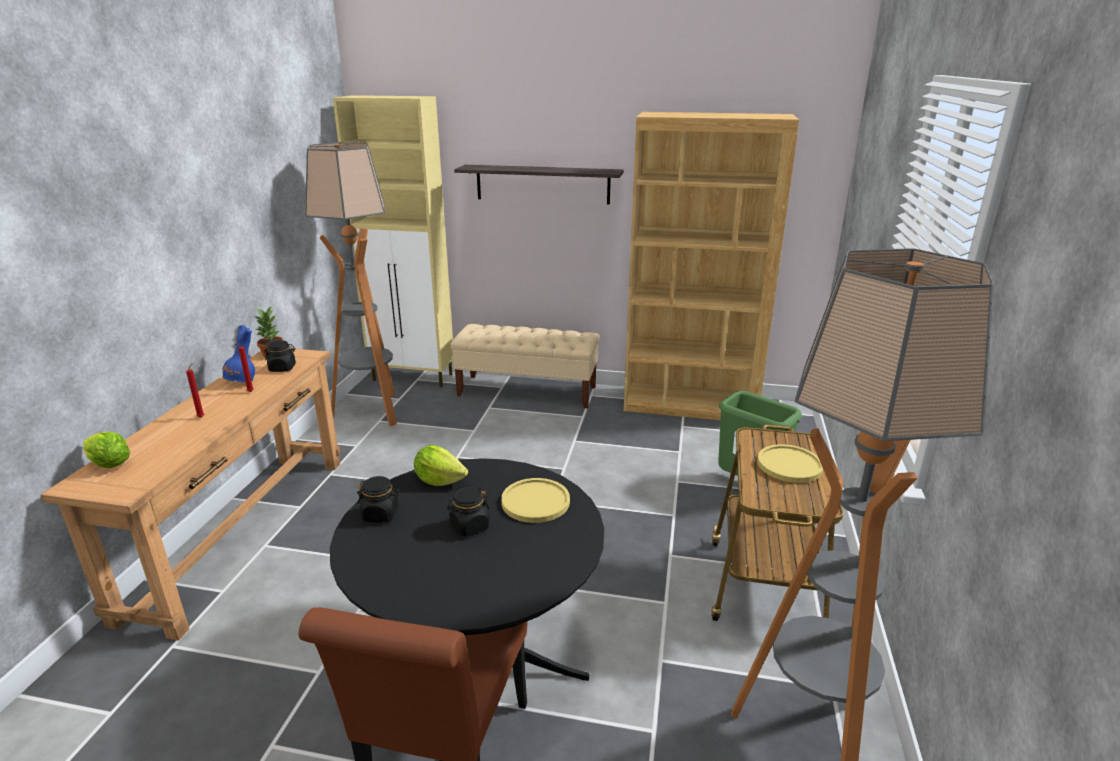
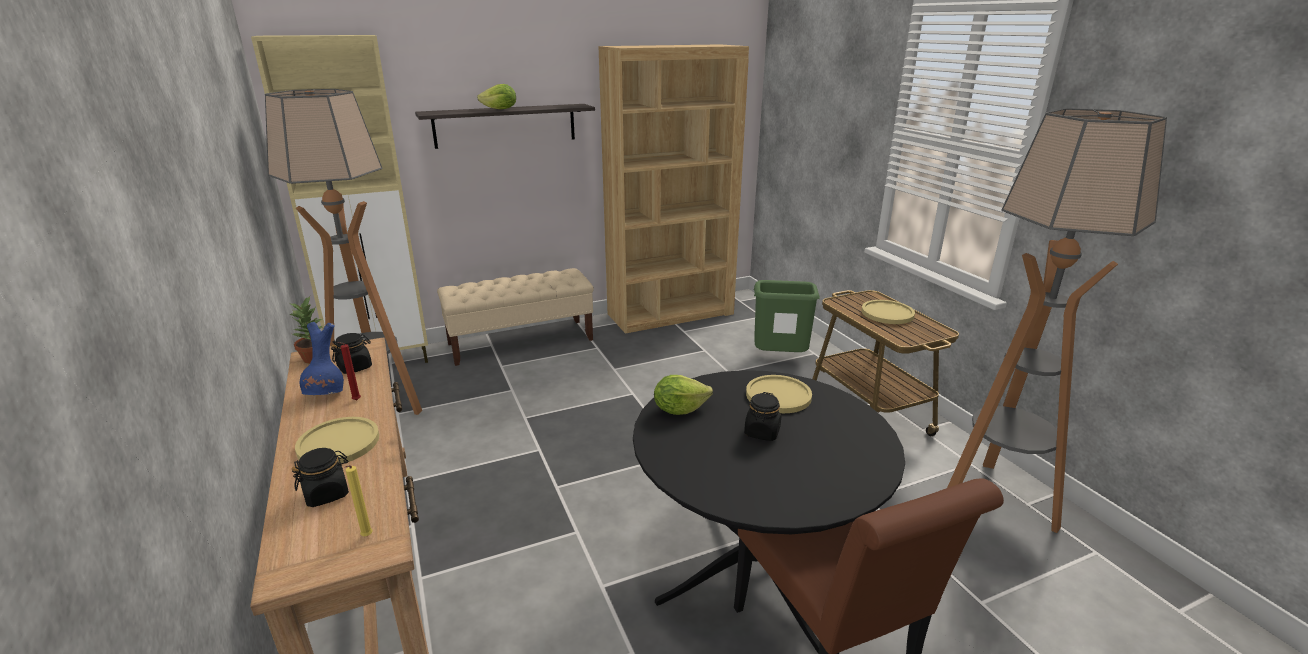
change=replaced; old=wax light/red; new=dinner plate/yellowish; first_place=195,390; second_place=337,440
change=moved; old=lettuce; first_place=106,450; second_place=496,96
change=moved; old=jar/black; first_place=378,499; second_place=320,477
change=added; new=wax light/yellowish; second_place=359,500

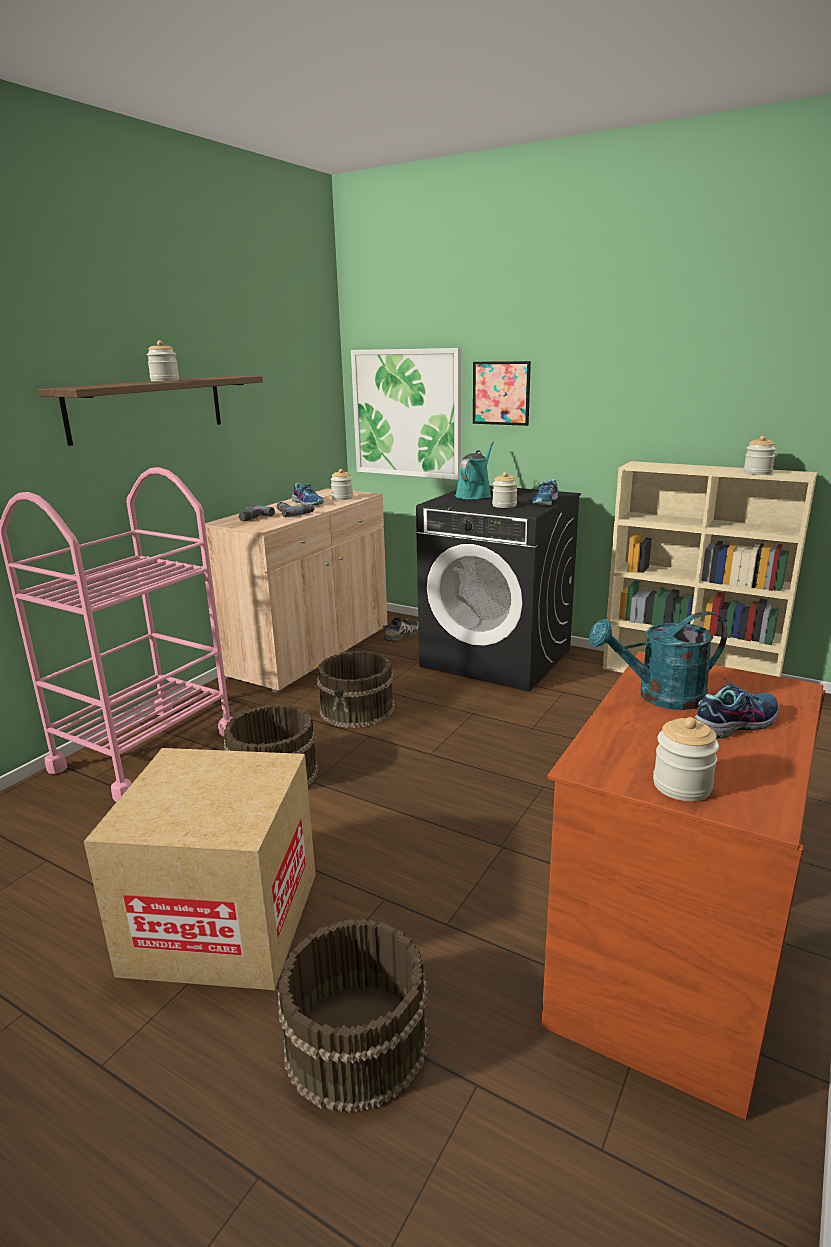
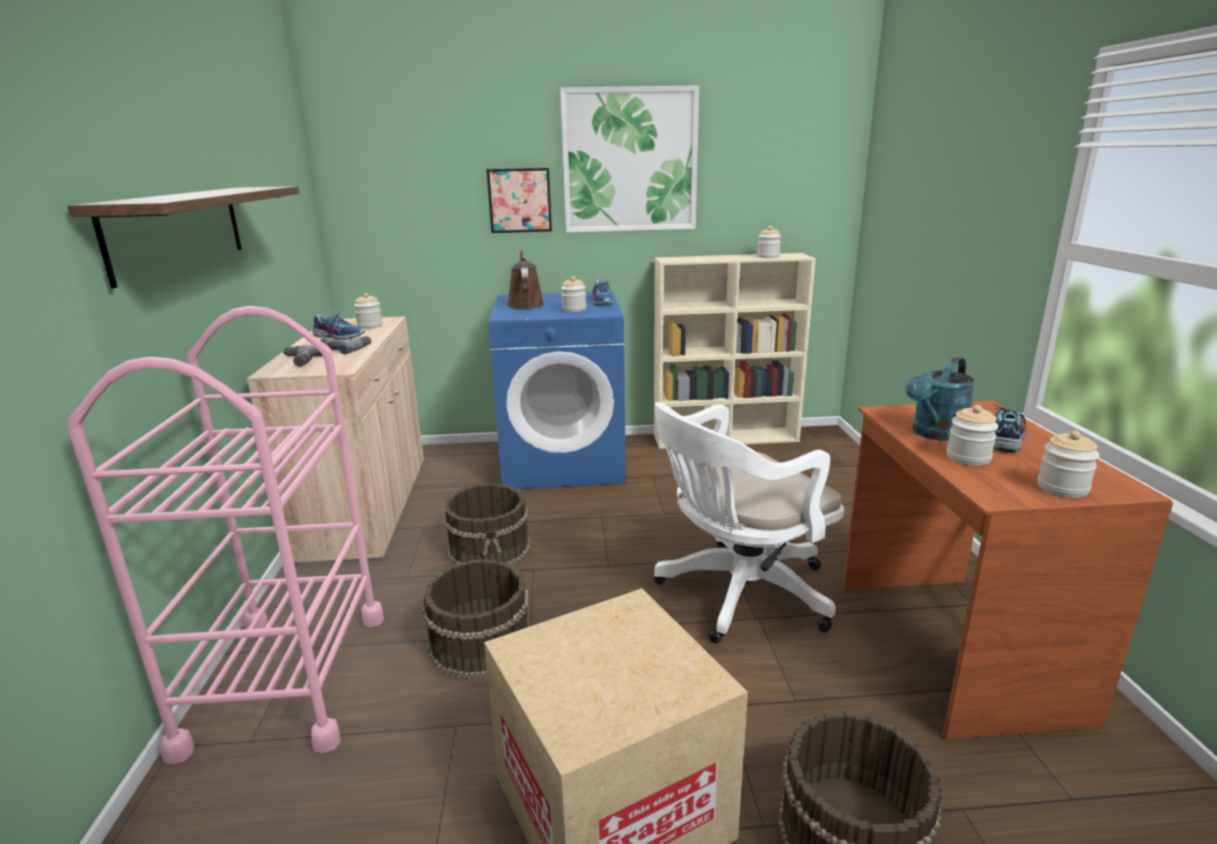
change=moved; old=jar; first_place=163,361; second_place=972,435
change=moved; old=wall picture; first_place=406,414; second_place=629,159
change=recoloured; old=sprinkling can/turquoise-coloured; new=sprinkling can/brown; first_place=474,470; second_place=525,279
change=recoloured; old=washing machine/black; new=washing machine/bluish; first_place=498,588; second_place=557,390
change=removed; old=low shoe; first_place=401,629
change=added; new=desk chair/whitish; second_place=749,522

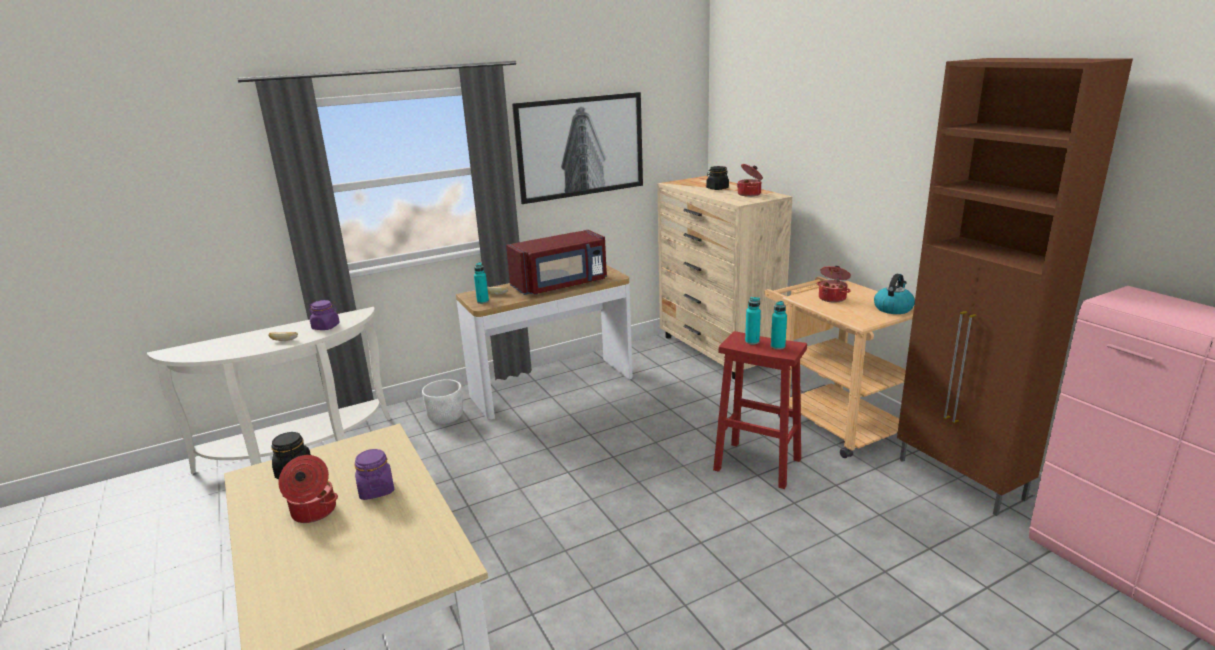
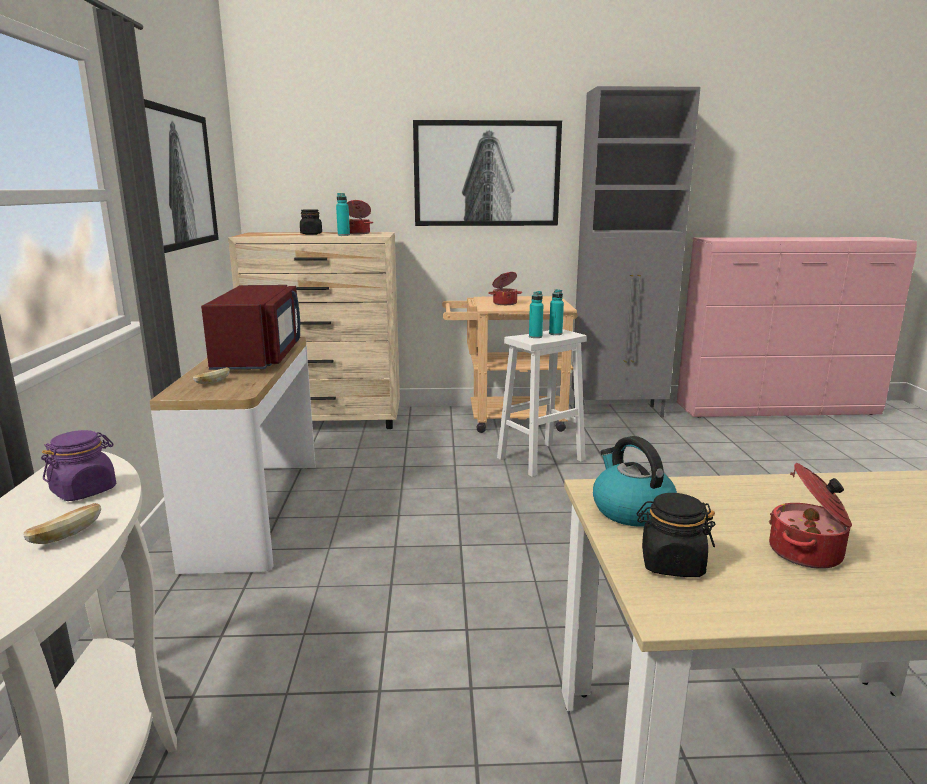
change=recoloured; old=cabinet/brown; new=cabinet/gray; first_place=1015,287; second_place=636,252
change=moved; old=bottle/turquoise-coloured; first_place=481,283; second_place=343,214
change=moved; old=water kettle; first_place=894,294; second_place=635,481
change=recoloured; old=stool/red; new=stool/whitish; first_place=760,410; second_place=542,403
change=removed; old=plant pot/whitish; first_place=442,401
change=removed; old=jar/purple; first_place=374,474
change=added; new=wall picture; second_place=487,173

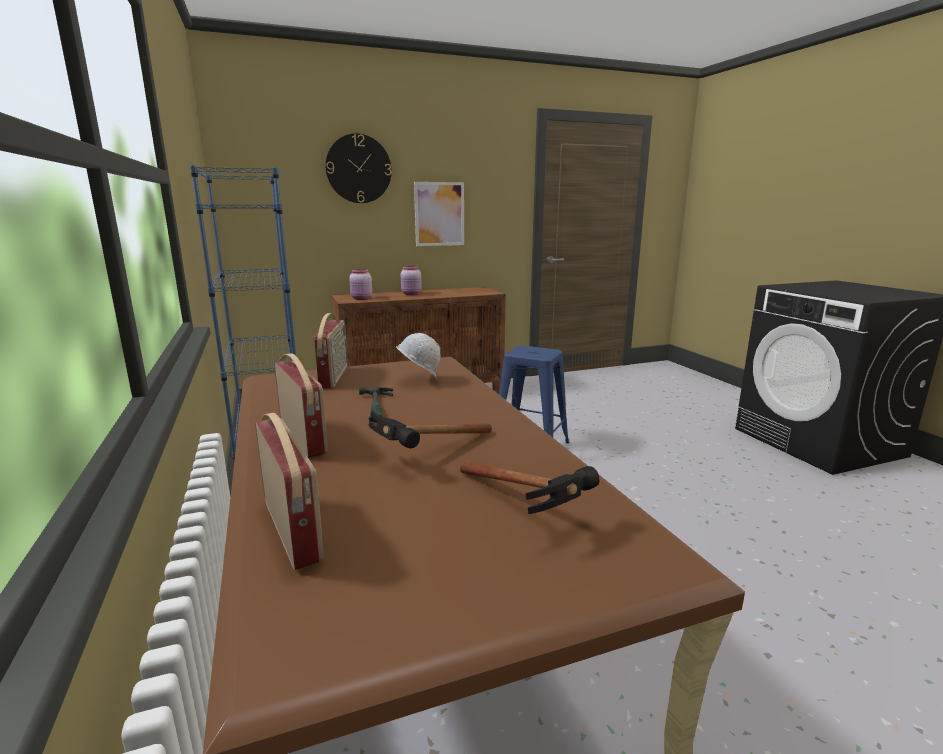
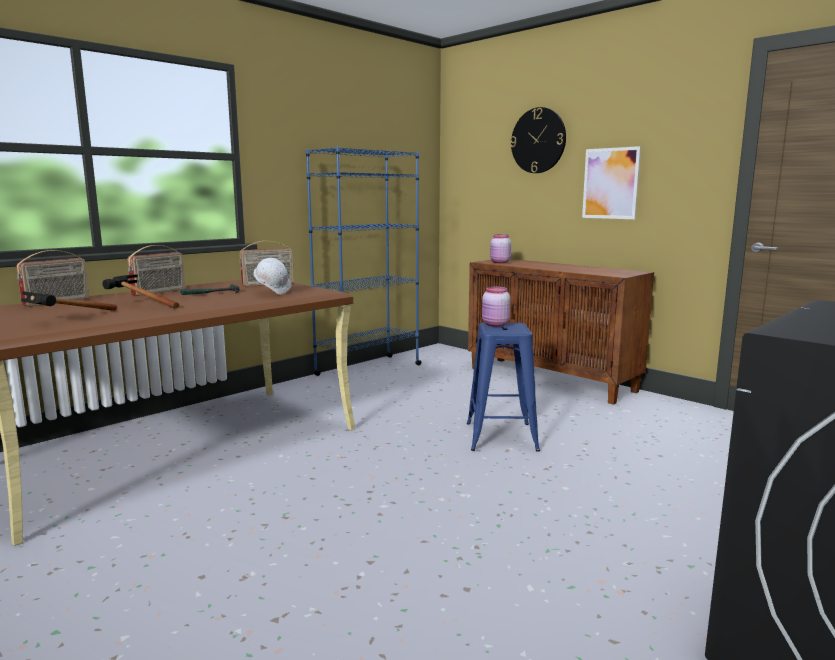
change=moved; old=jar/pink-coloured; first_place=411,280; second_place=496,306

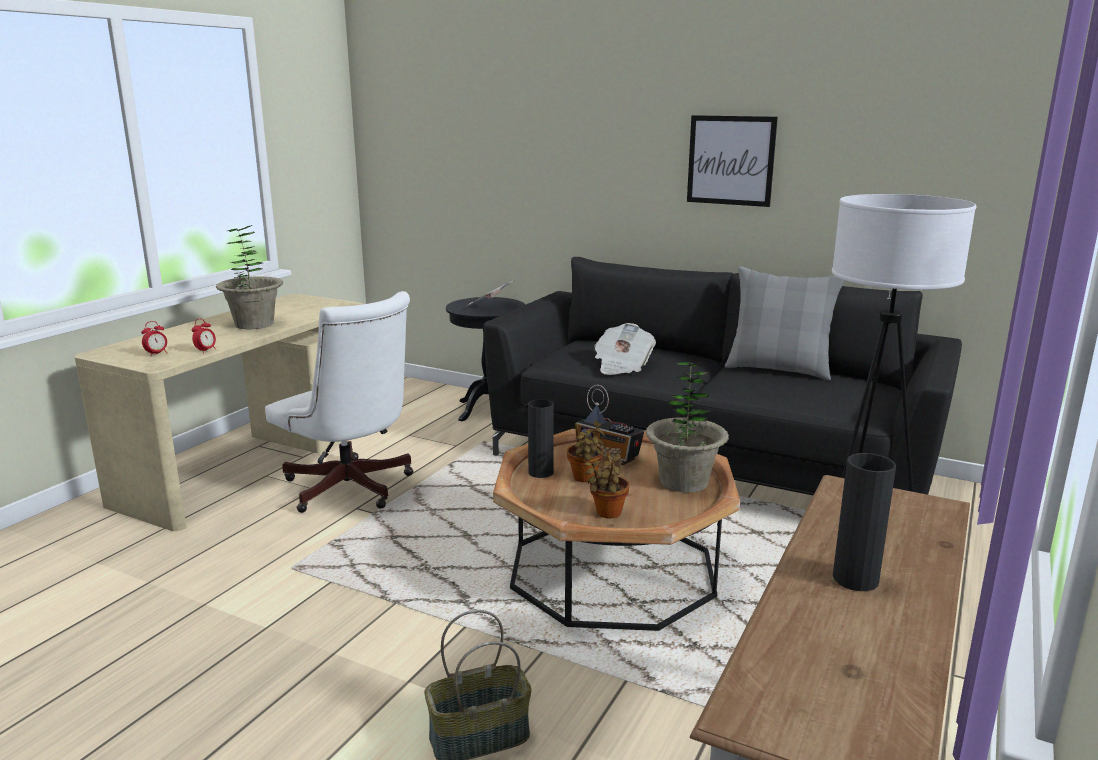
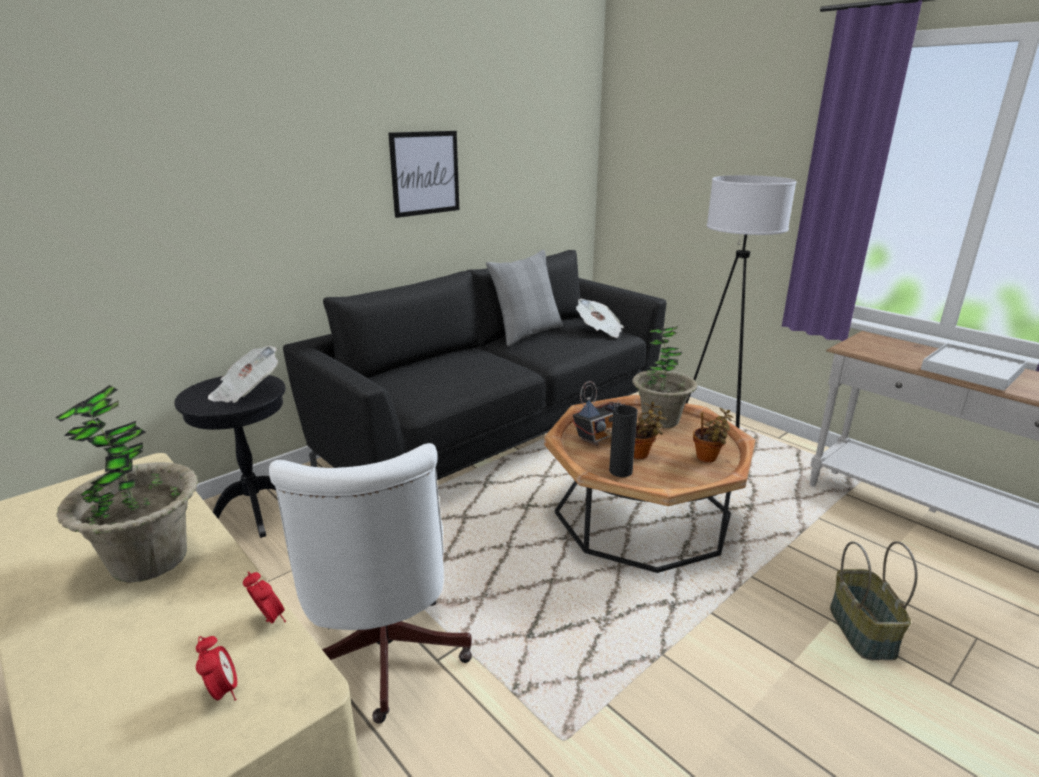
change=turned; old=desk chair/whitish; first_place=339,402; second_place=370,583; degrees=105
change=moved; old=daily paper; first_place=625,349; second_place=600,318
change=replaced; old=vase/black; new=tray/whitish; first_place=864,522; second_place=974,367

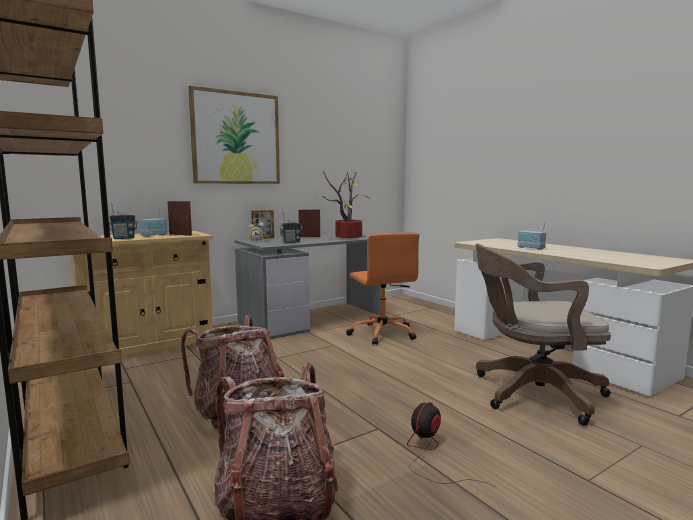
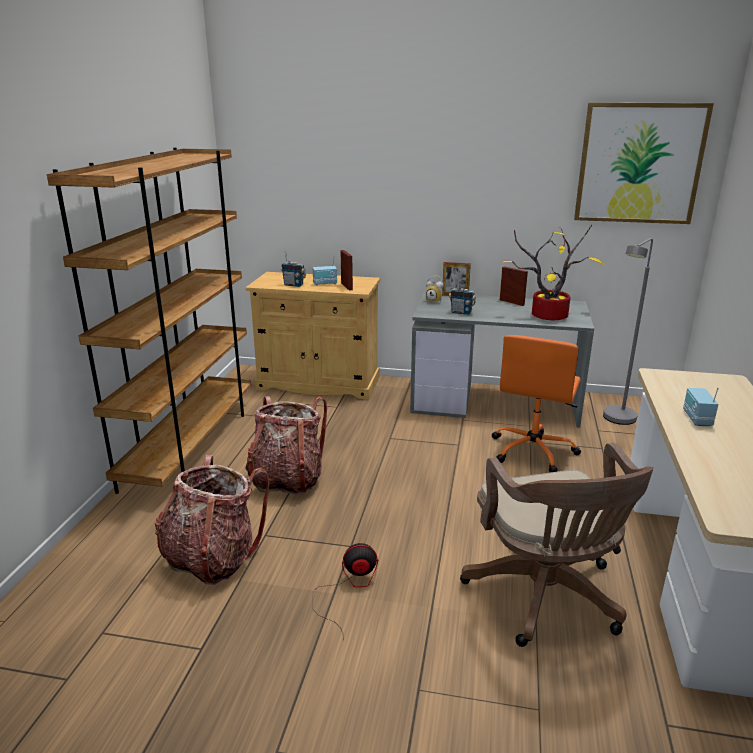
change=moved; old=wall picture; first_place=234,135; second_place=644,163
change=turned; old=desk chair/brown; first_place=543,335; second_place=557,545; degrees=-150
change=added; new=standard lamp/gray; second_place=628,331

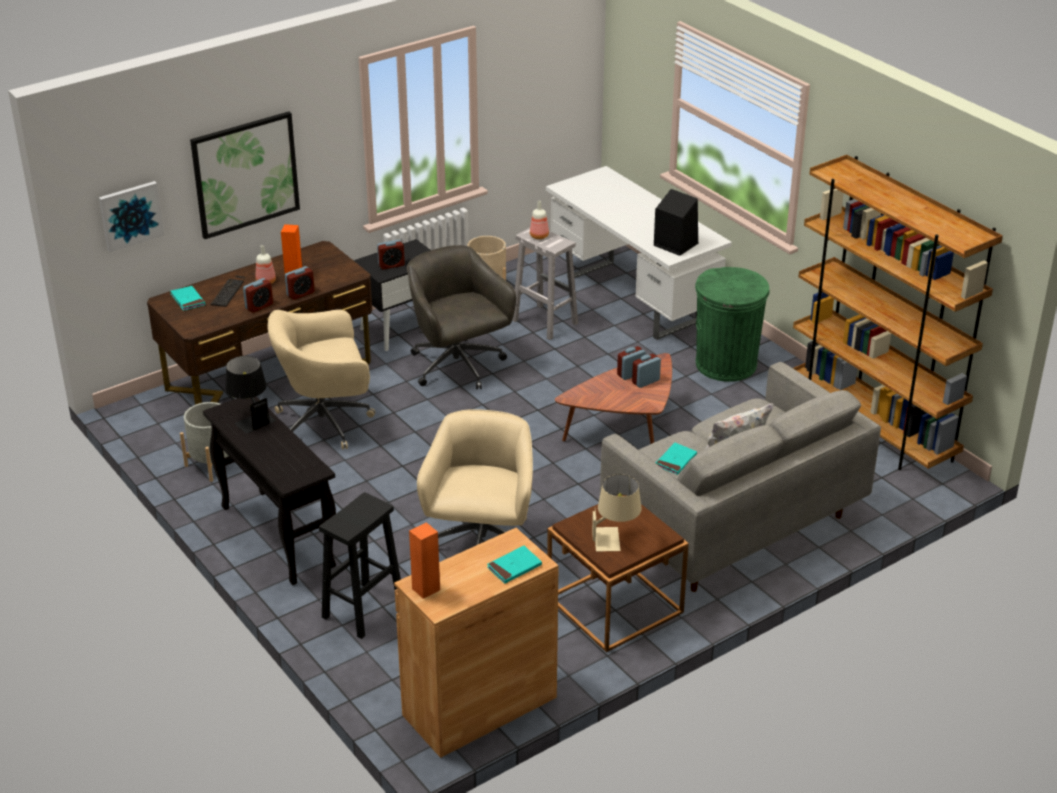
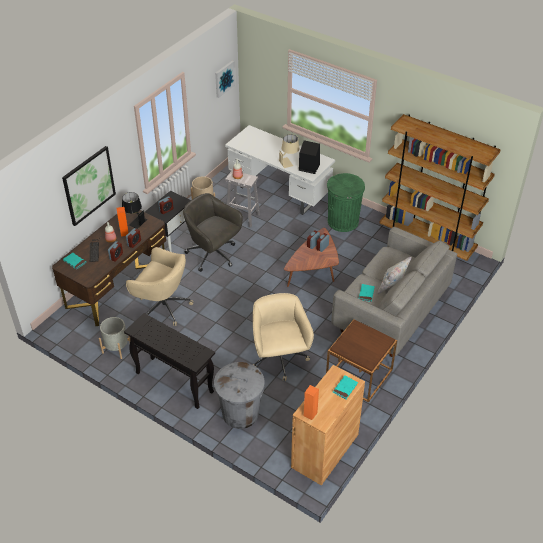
change=moved; old=wall picture; first_place=131,216; second_place=225,79
change=turned; old=desk chair/beige-coloured; first_place=321,380; second_place=159,286; degrees=-120
change=moved; old=tabletop lamp/black; first_place=250,395; second_place=134,210
change=moved; old=tabletop lamp/beige-coloured; first_place=617,512; second_place=289,151
change=replaced; old=stool/black; new=rubbish bin/gray; first_place=360,565; second_place=239,395

